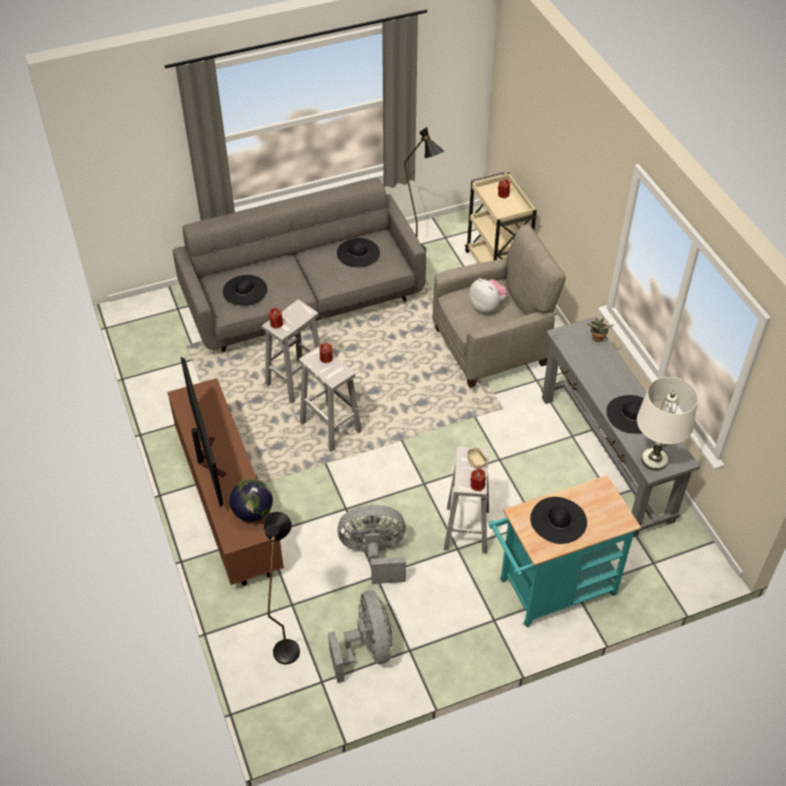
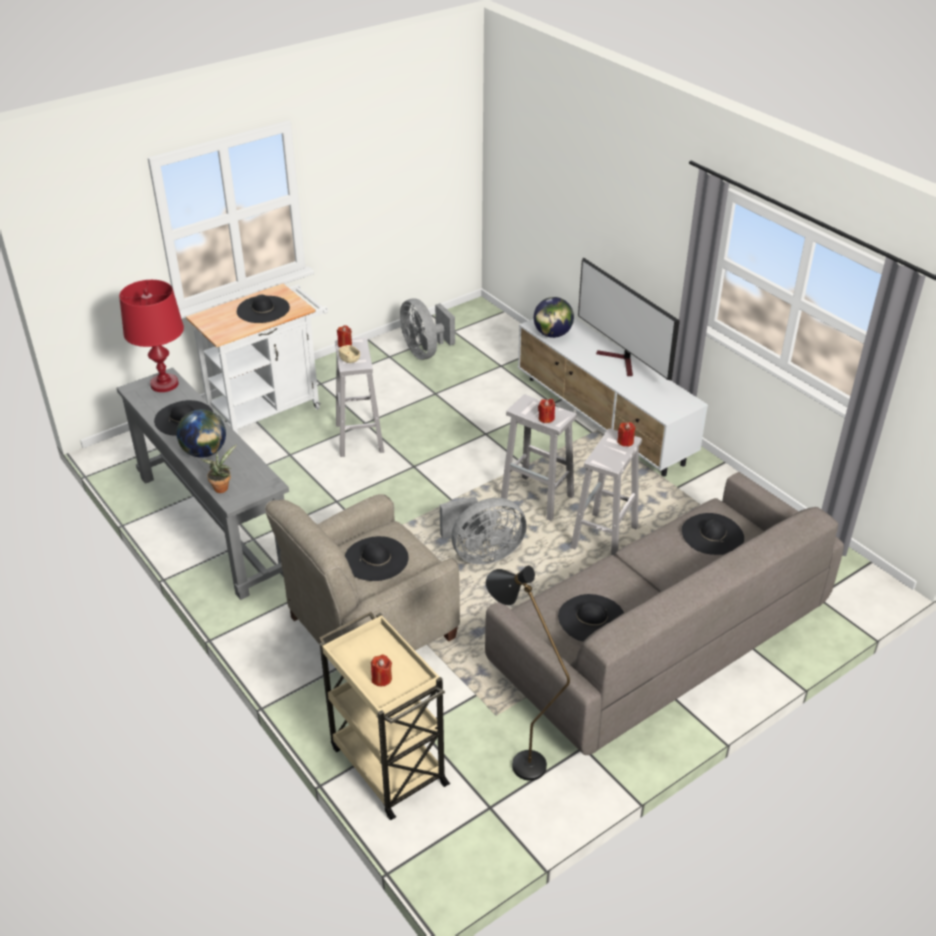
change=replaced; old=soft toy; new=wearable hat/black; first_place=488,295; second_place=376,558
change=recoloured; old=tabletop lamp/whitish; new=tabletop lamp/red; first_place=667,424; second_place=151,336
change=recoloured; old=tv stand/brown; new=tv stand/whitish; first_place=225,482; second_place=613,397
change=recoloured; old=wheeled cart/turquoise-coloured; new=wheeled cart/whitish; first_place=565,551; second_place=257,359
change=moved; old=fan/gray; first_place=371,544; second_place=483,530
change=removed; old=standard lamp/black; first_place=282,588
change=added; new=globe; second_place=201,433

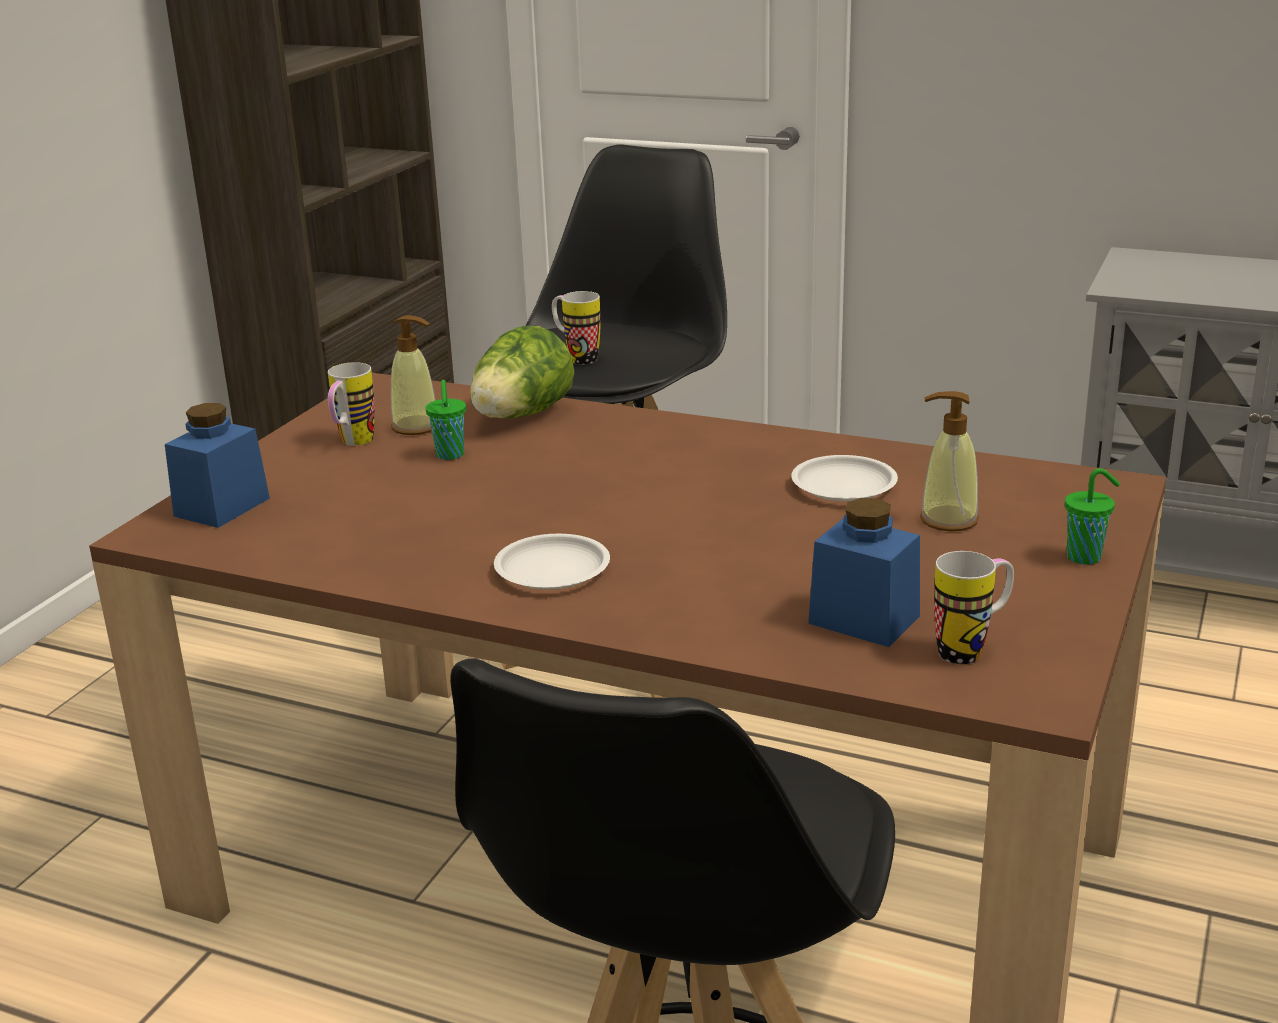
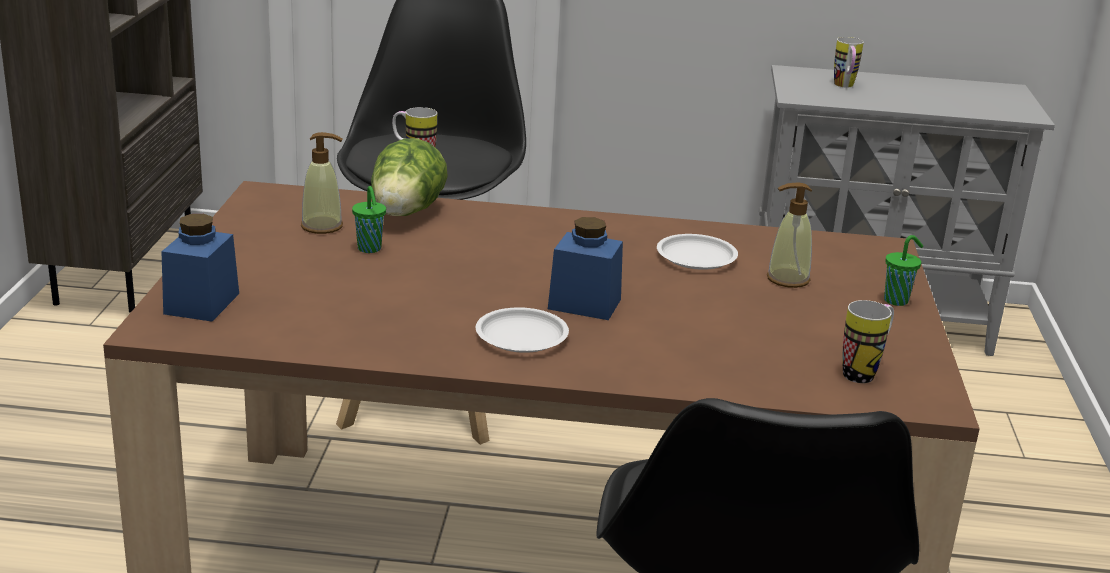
change=moved; old=mug; first_place=351,404; second_place=848,62
change=moved; old=jar/bluish; first_place=864,572; second_place=585,268

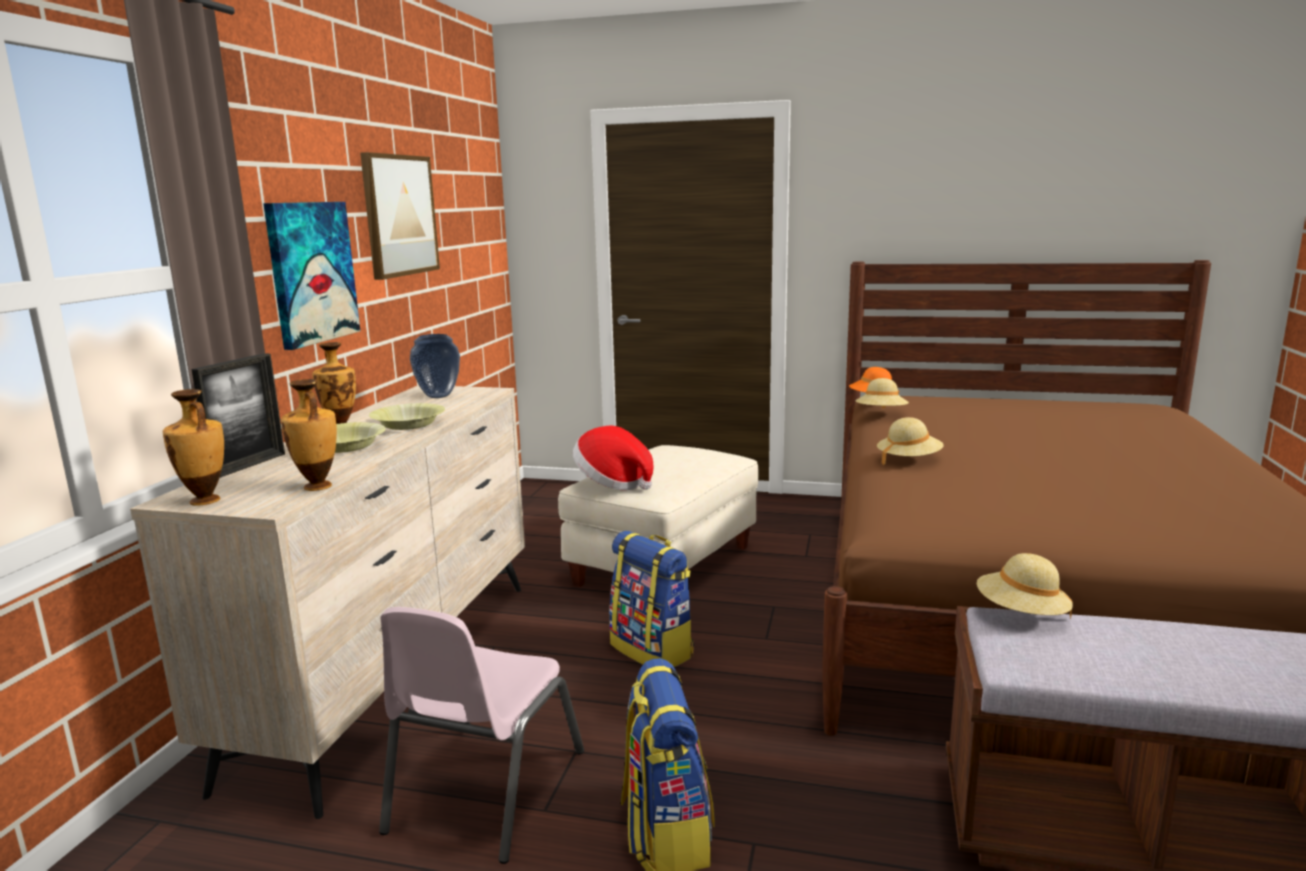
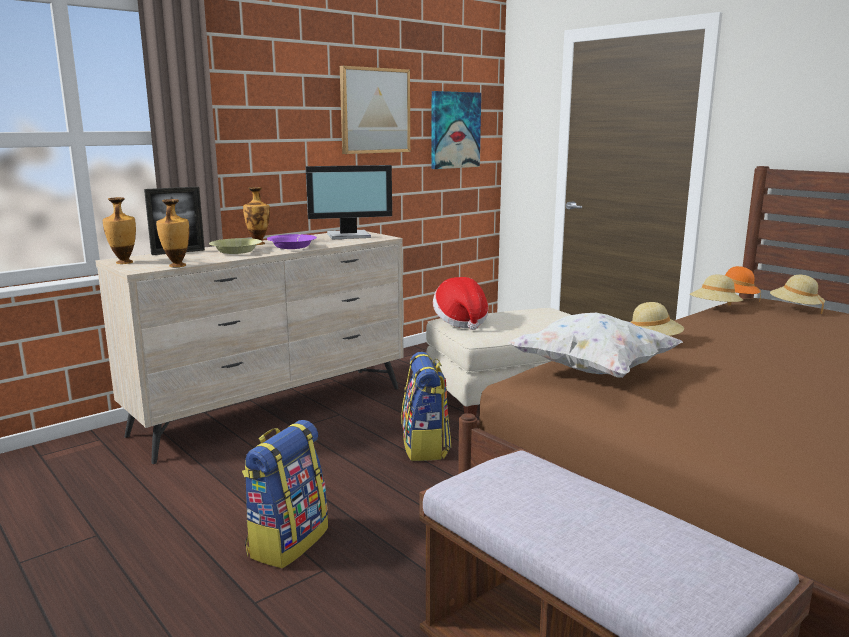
change=moved; old=wall picture; first_place=311,276; second_place=456,130
change=replaced; old=vase; new=monitor; first_place=435,366; second_place=348,202
change=recoloured; old=bowl/yellowish; new=bowl/purple; first_place=407,416; second_place=292,241
change=moved; old=wearable hat/beige-coloured; first_place=1025,586; second_place=797,294
change=removed; old=chair/pink-coloured; first_place=481,735
change=added; new=cushion/whitish; second_place=595,345

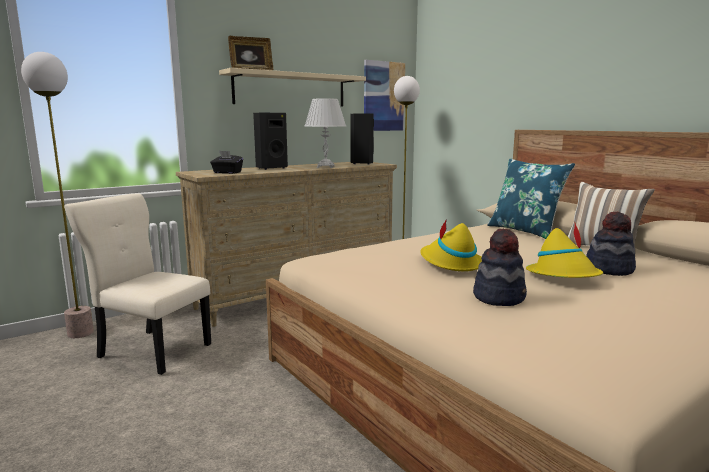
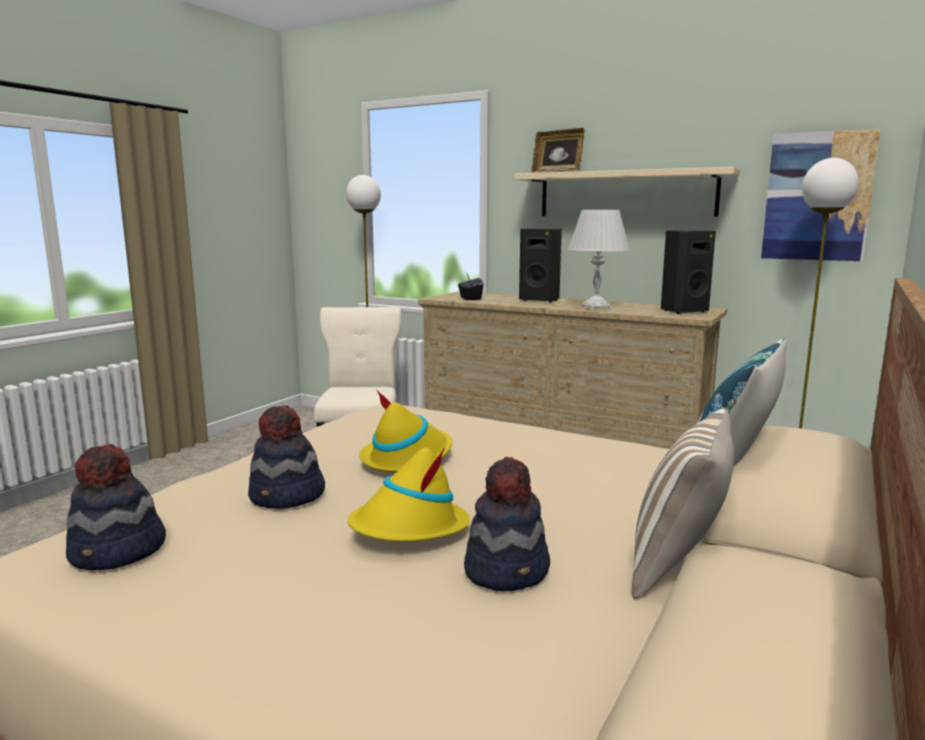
change=added; new=wearable hat; second_place=116,507

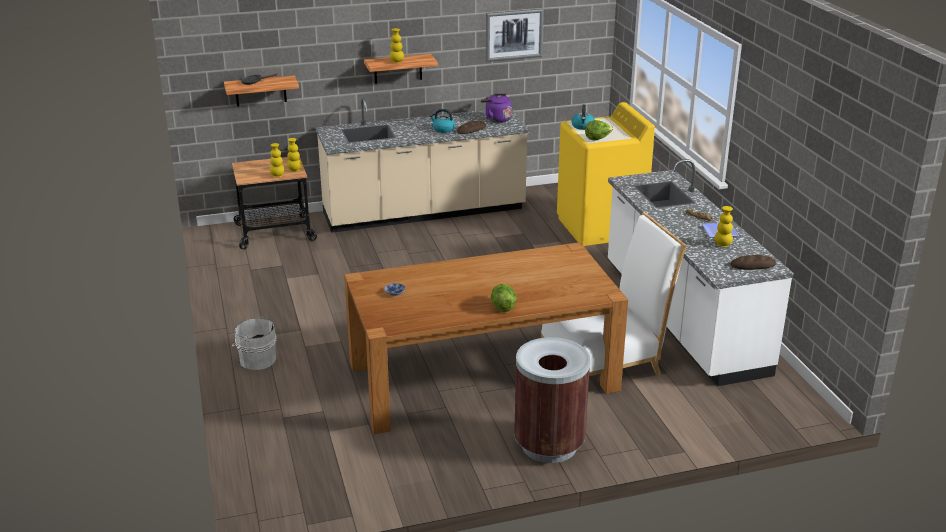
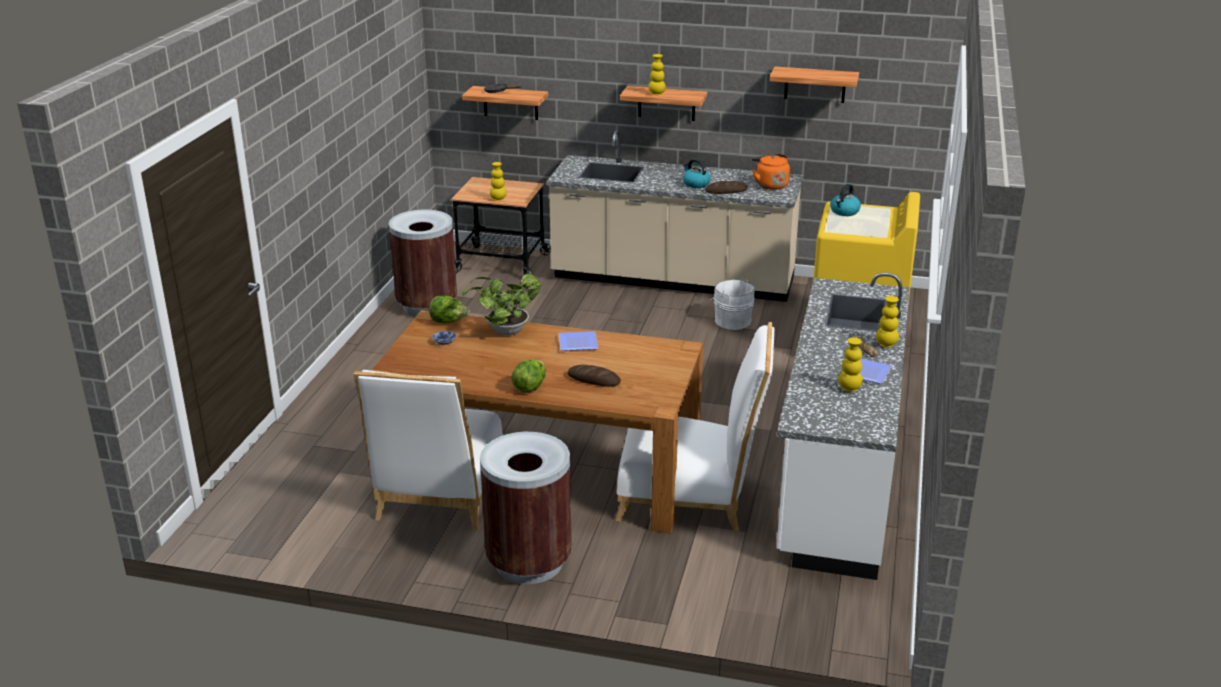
change=replaced; old=wall picture; new=shelf; first_place=515,35; second_place=814,84
change=recoloured; old=water kettle/purple; new=water kettle/orangey; first_place=496,108; second_place=771,172
change=moved; old=lettuce; first_place=599,130; second_place=449,310
change=moved; old=vase/yellowish; first_place=294,155; second_place=887,321
change=moved; old=bread; first_place=753,262; second_place=594,376
change=moved; old=water bucket/whitish; first_place=254,343; second_place=732,304
change=added; new=rubbish bin/brown; second_place=423,263
change=added; new=potted plant; second_place=501,305
change=added; new=dinner plate; second_place=578,341
change=added; new=chair/whitish; second_place=428,450

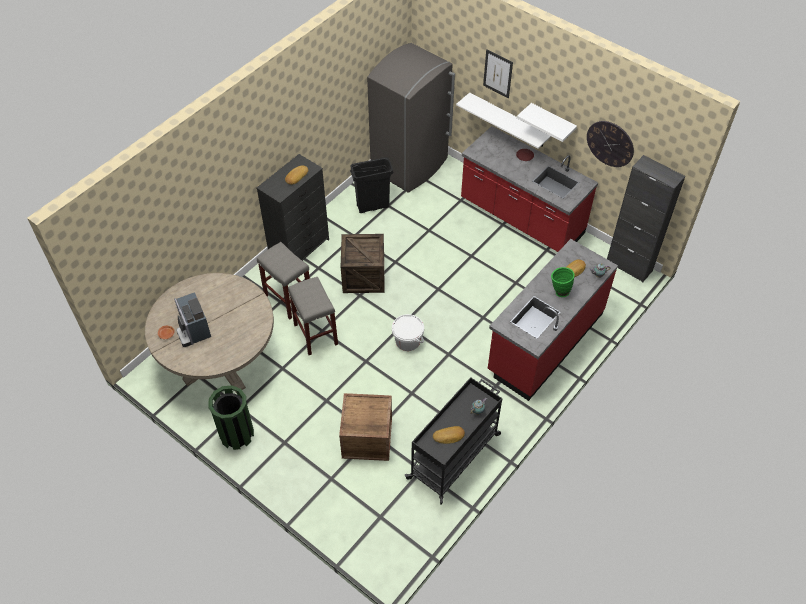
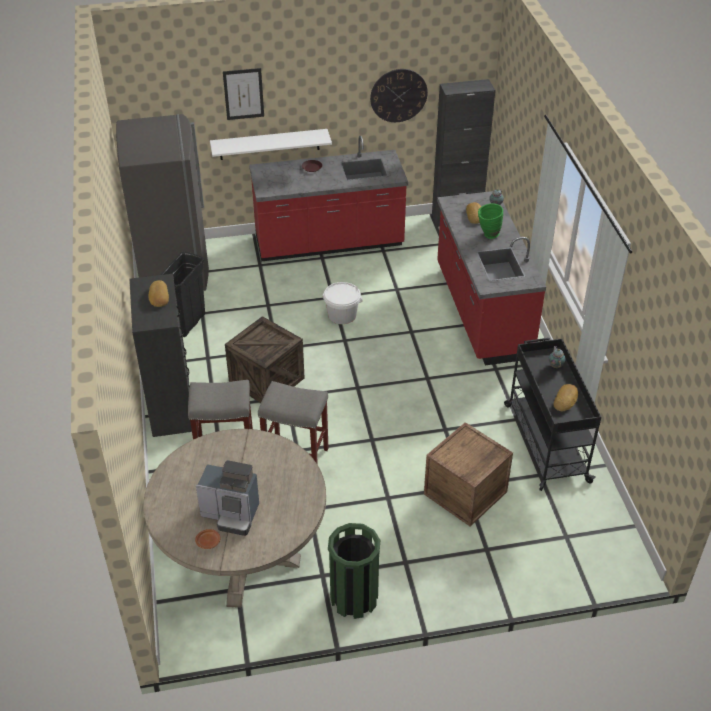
change=removed; old=shelf/whitish; first_place=547,122
change=moved; old=water bucket/whitish; first_place=408,332; second_place=343,303

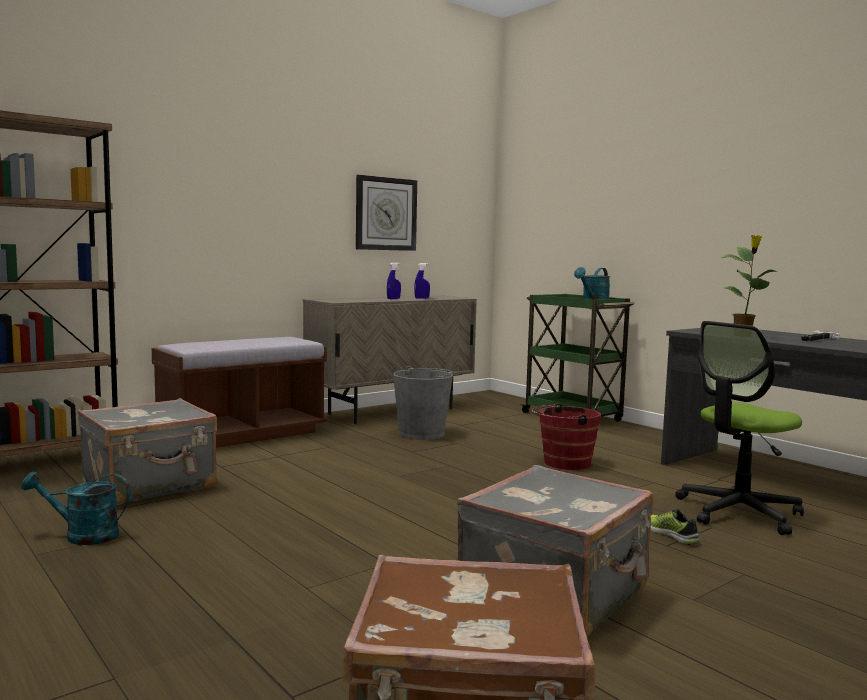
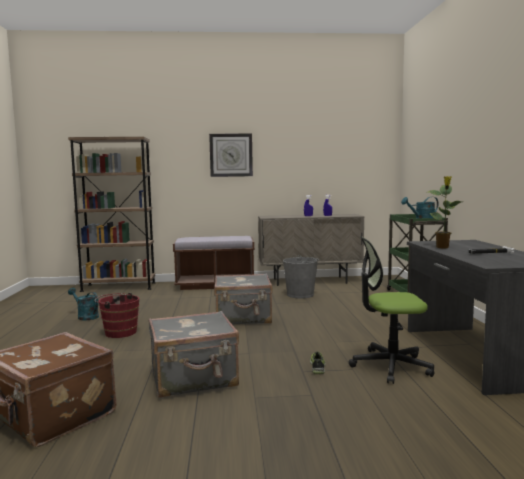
change=moved; old=hanging clock; first_place=386,213; second_place=231,155
change=moved; old=suitcase/gray; first_place=147,451; second_place=243,299
change=moved; old=water bucket/red; first_place=566,436; second_place=116,315

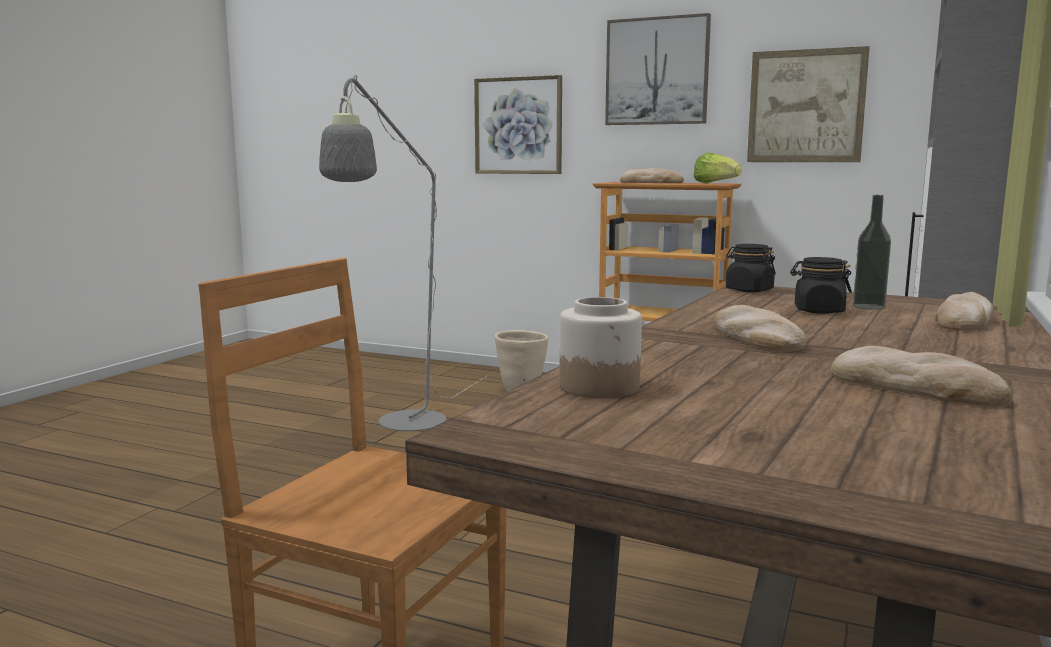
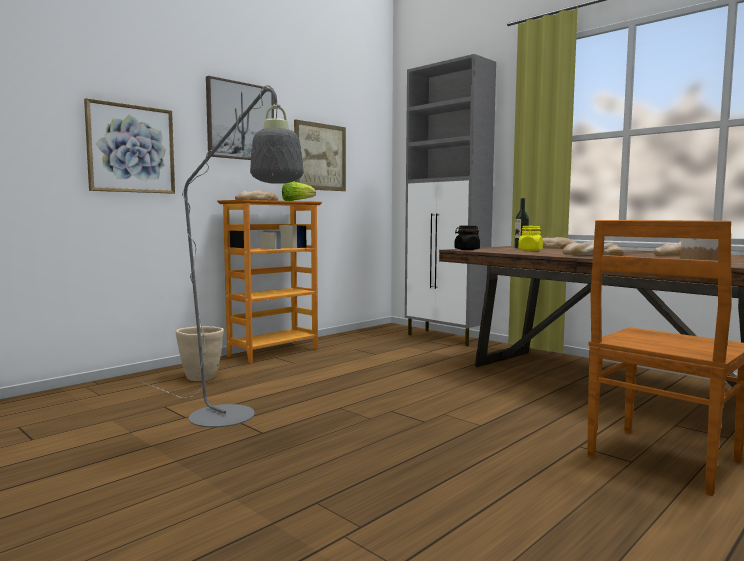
change=recoloured; old=jar/black; new=jar/yellowish; first_place=821,285; second_place=530,238

